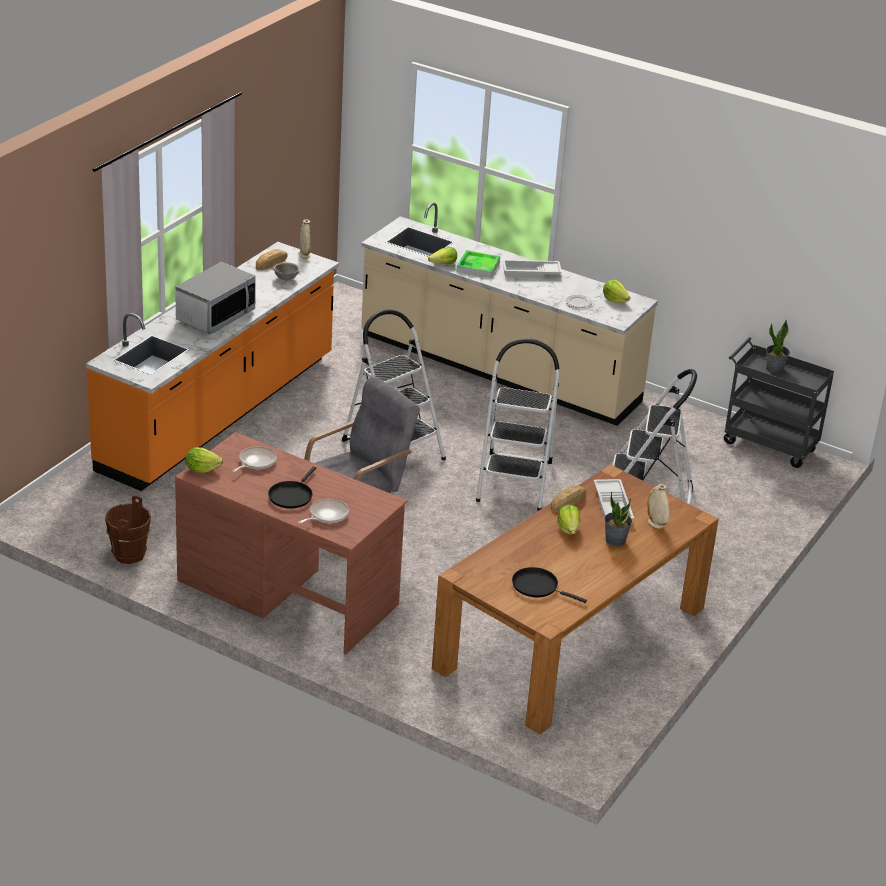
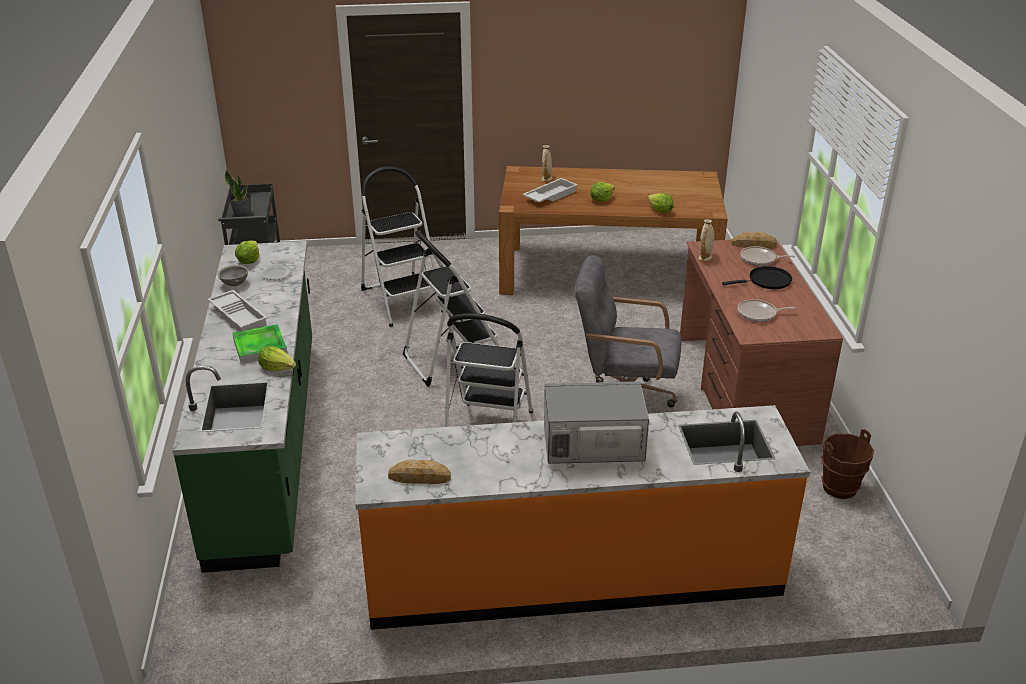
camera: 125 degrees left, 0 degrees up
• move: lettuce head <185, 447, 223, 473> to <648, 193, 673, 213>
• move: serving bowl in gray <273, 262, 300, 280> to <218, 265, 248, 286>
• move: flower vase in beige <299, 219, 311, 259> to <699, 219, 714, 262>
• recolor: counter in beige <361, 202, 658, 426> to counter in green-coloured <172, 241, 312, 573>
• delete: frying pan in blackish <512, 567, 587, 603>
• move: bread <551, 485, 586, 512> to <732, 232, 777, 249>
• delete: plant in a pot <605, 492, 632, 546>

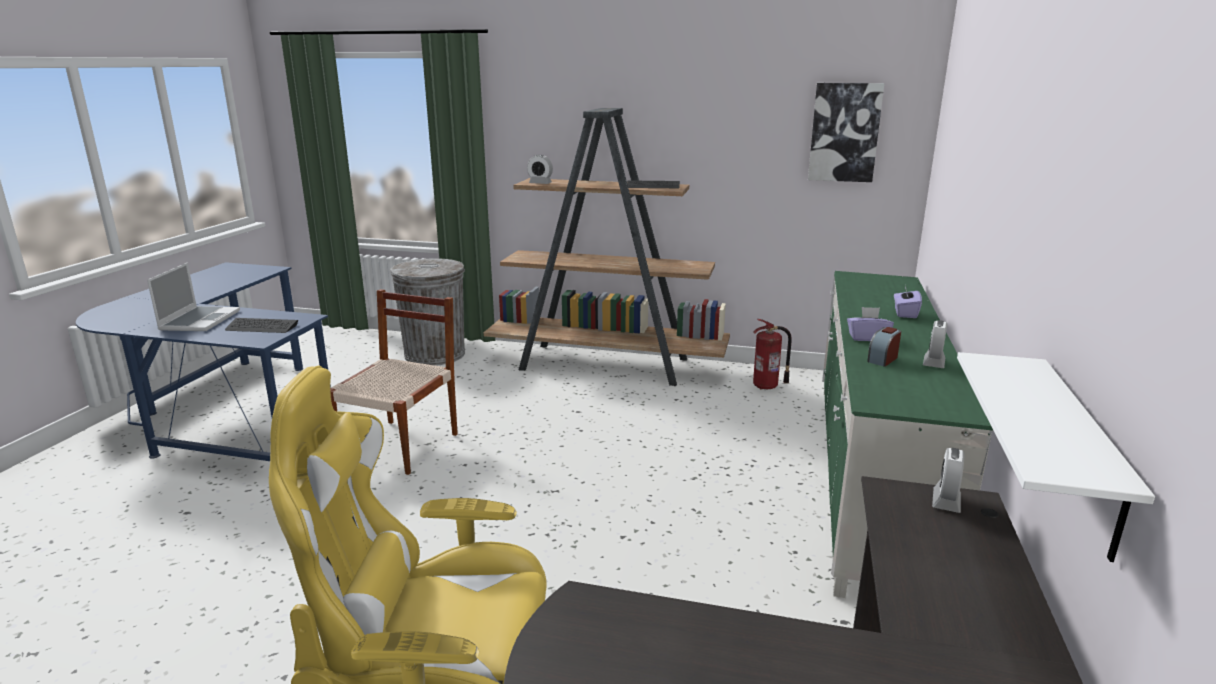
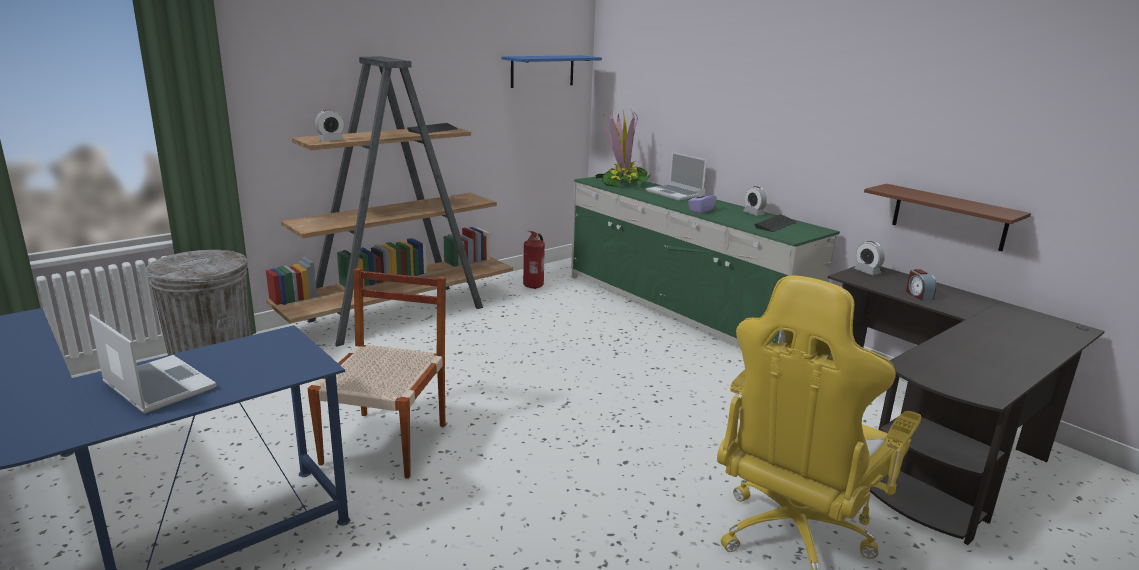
camera: 55 degrees left, 0 degrees up
• move: PC keyboard <225, 318, 298, 333> to <754, 214, 797, 232>
• rotate: upright chair <330, 289, 458, 475> = <308, 268, 446, 479> 45 degrees clockwise
• replace: wall art <808, 83, 884, 182> to shelf in blue <502, 55, 602, 88>
• move: bedside clock <867, 327, 901, 367> to <906, 269, 937, 301>
• replace: tissue box in purple-coloured <894, 285, 922, 318> to portable computer <646, 152, 707, 201>
• recolor: shelf in white-coloured <957, 352, 1155, 562> to shelf in brown-coloured <864, 184, 1031, 251>
• insert: plant in a pot <595, 108, 651, 187>

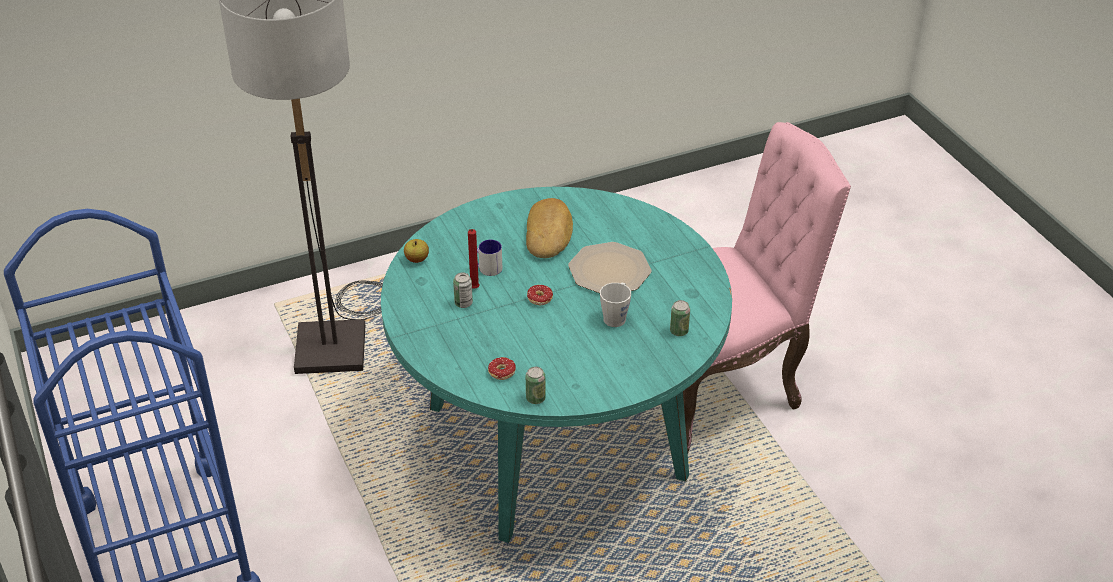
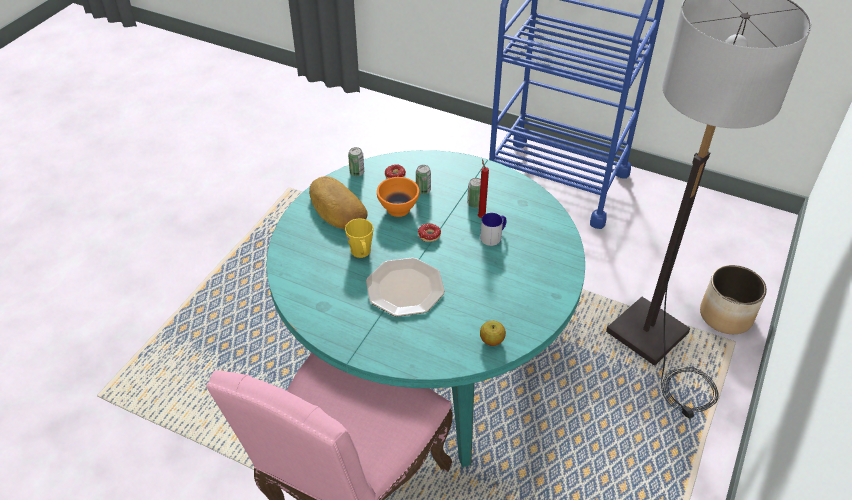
camera: 140 degrees right, 5 degrees up
• move: apple fruit <404, 239, 429, 263> to <480, 321, 506, 346>
• move: bread <526, 198, 573, 258> to <309, 176, 368, 229>
• recolor: tea mug in gray <600, 283, 631, 327> to tea mug in yellow-coloured <345, 218, 373, 258>
• move: can <670, 300, 690, 336> to <416, 165, 431, 194>
• insert: serving bowl in orange <377, 177, 419, 217>
• insert: planter <700, 265, 767, 334>

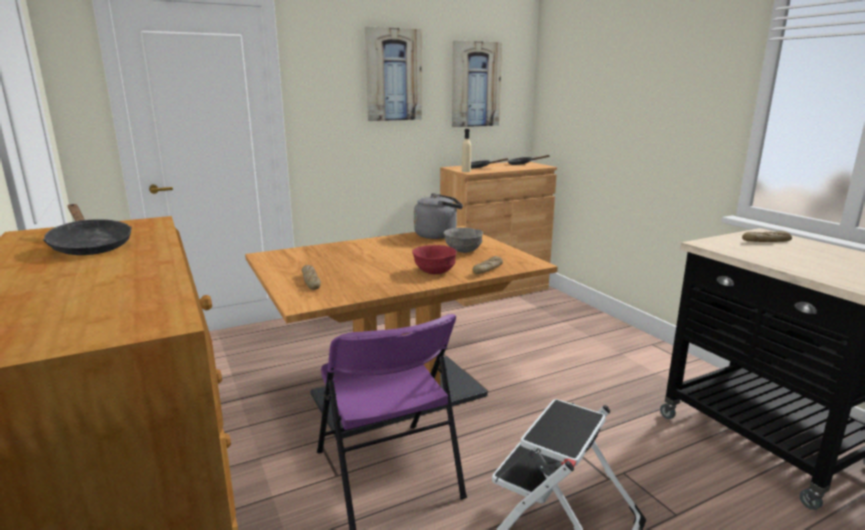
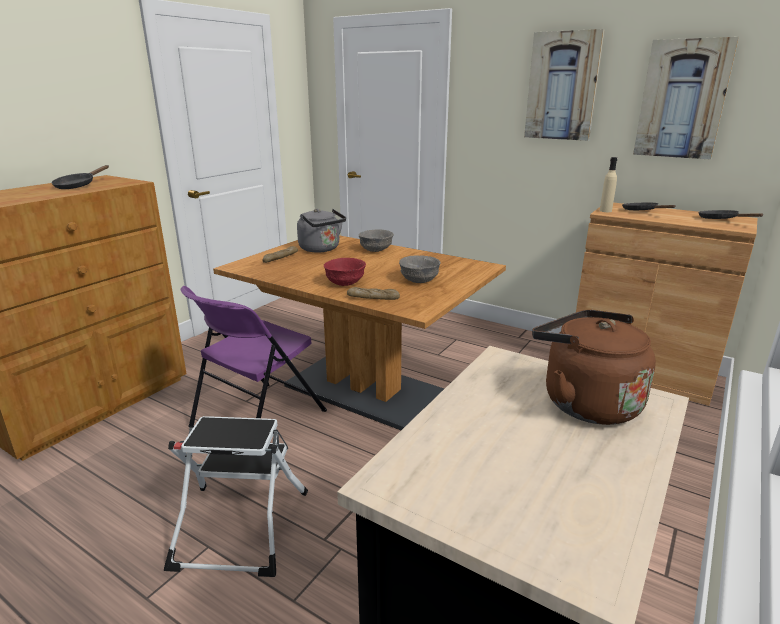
camera: 60 degrees right, 5 degrees up
• move: kettle in gray <414, 193, 463, 239> to <297, 209, 346, 252>
• replace: bread <742, 231, 792, 242> to kettle in brown-coloured <532, 310, 656, 425>
• insert: serving bowl in gray <359, 229, 394, 252>

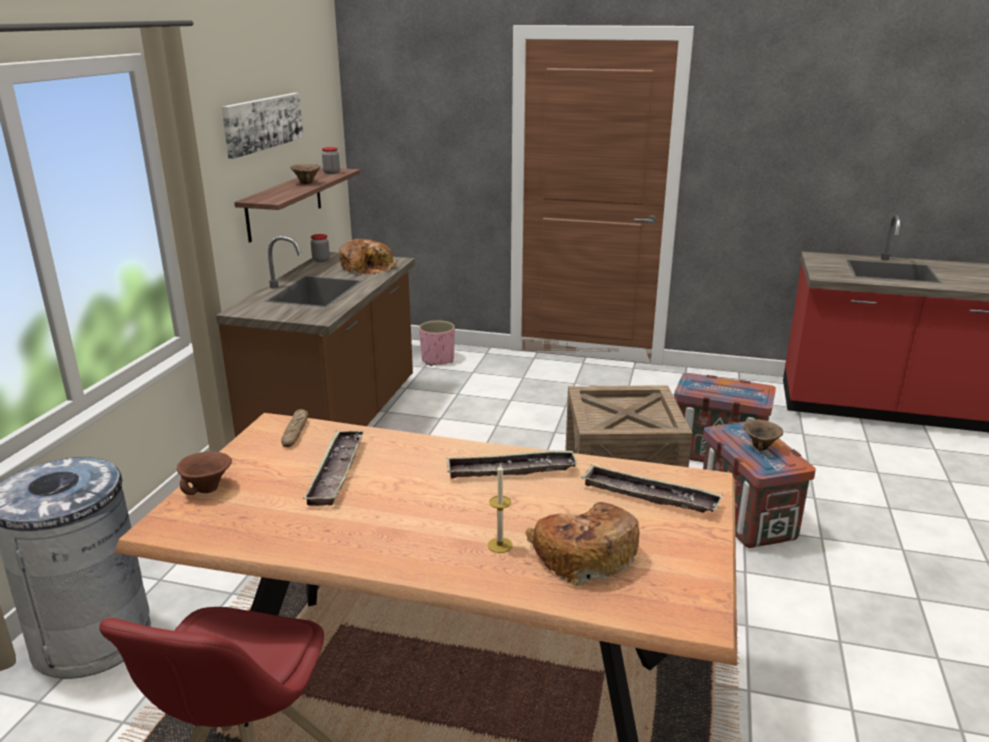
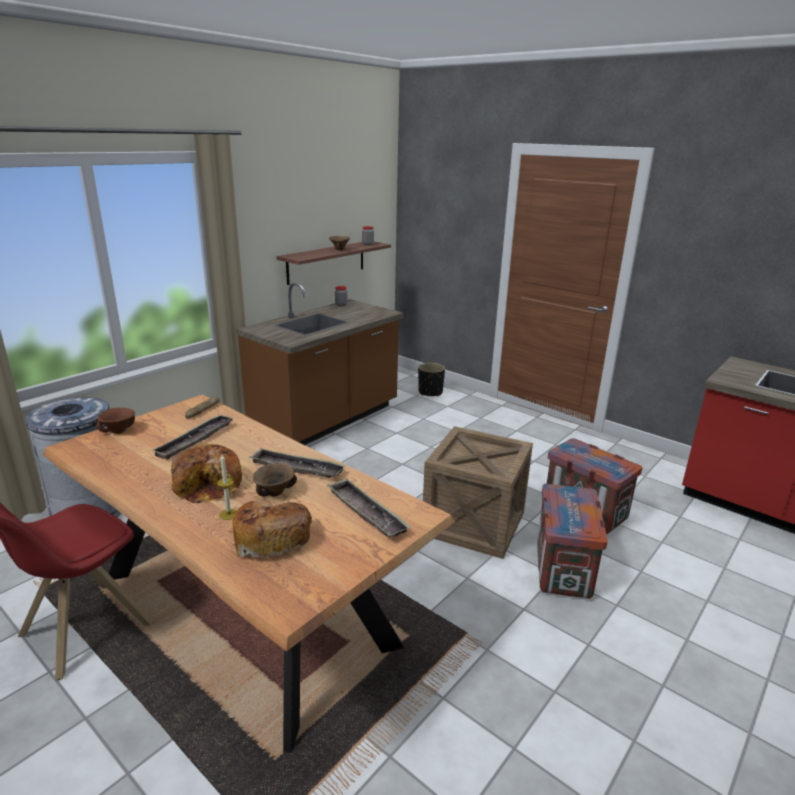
camera: 25 degrees right, 0 degrees up
• delete: wall art <222, 93, 303, 159>
• move: bread <339, 239, 397, 275> to <171, 444, 242, 504>
• recolor: planter in pink-coloured <419, 320, 455, 366> to planter in blackish <418, 363, 445, 397>
• move: serving bowl in brown-coloured <744, 419, 783, 452> to <253, 463, 297, 497>

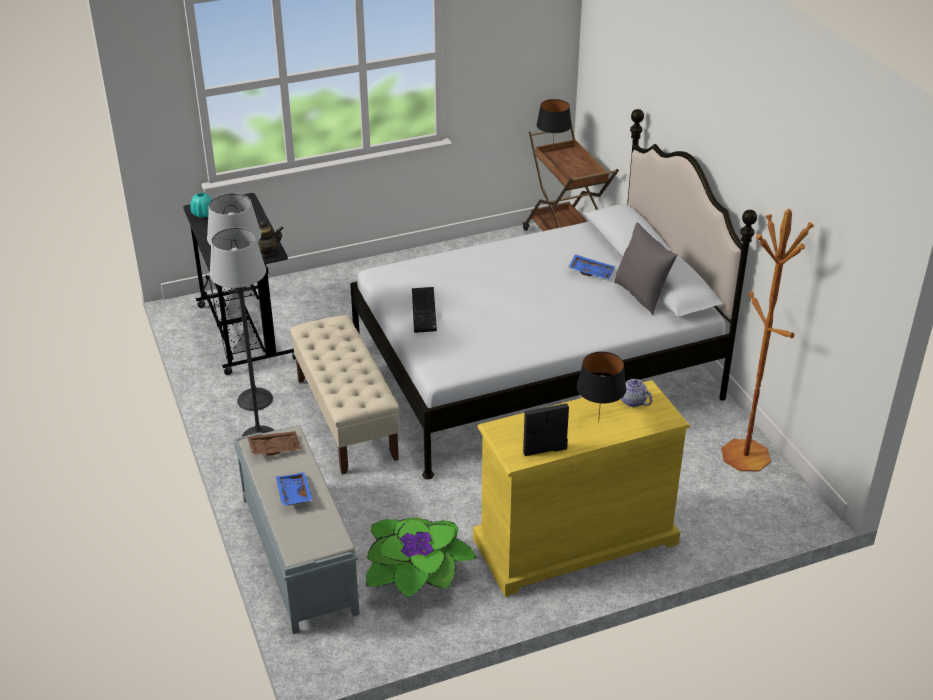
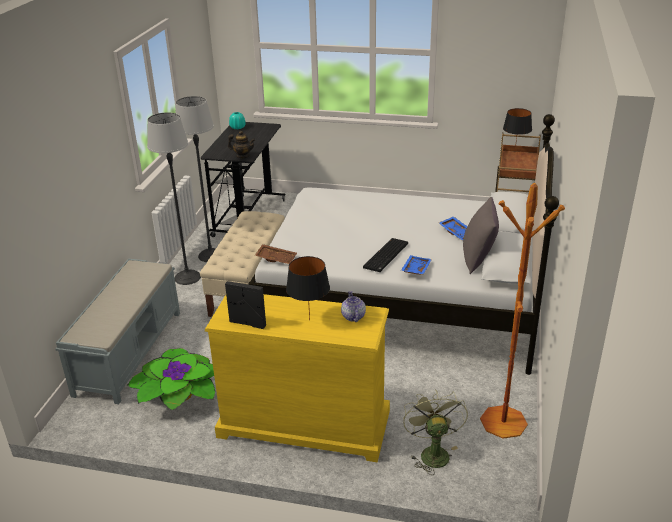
camera: 35 degrees right, 5 degrees down
• move: carrying tray in brown-coloured <247, 431, 301, 455> to <255, 244, 297, 264>
• move: carrying tray in blue <276, 472, 313, 506> to <401, 255, 432, 275>
• move: PC keyboard <412, 287, 437, 333> to <363, 238, 408, 272>
• insert: electric fan in green-coloured <403, 390, 468, 475>

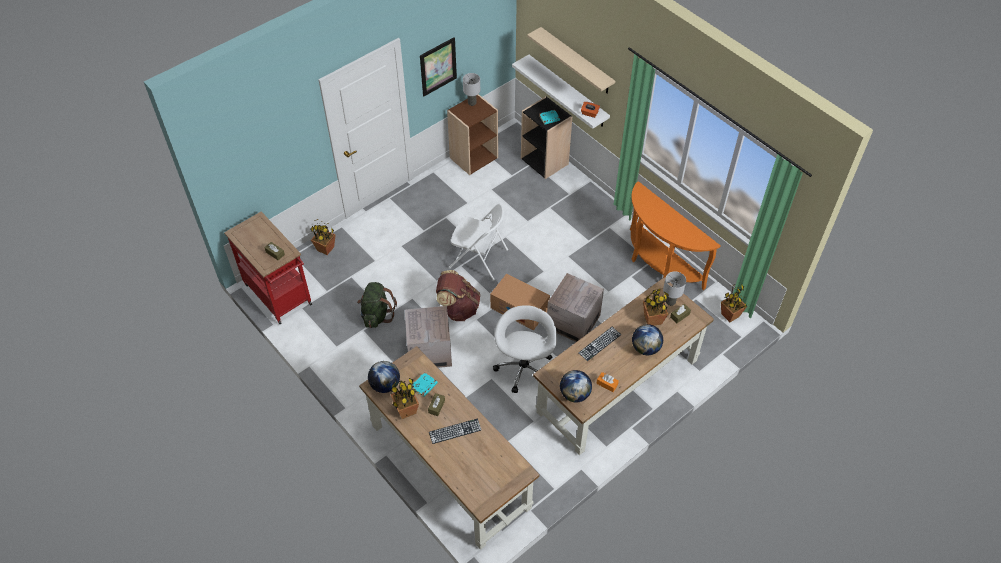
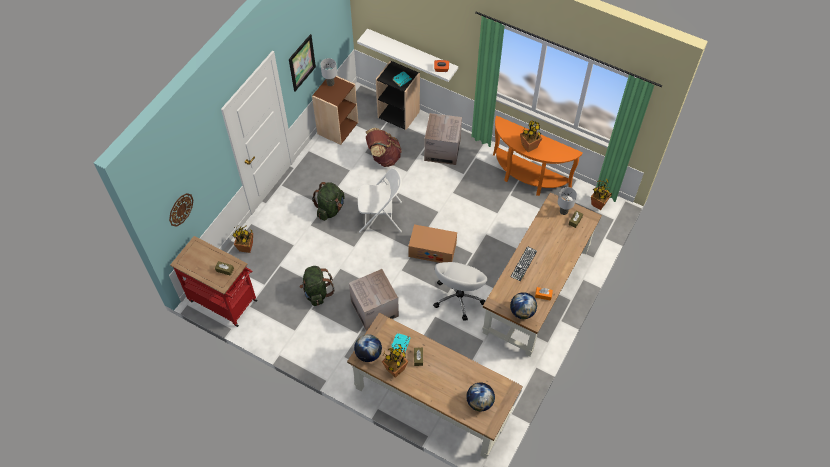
camera: 20 degrees left, 5 degrees up
• delete: PC keyboard <429, 419, 481, 444>
• move: rucksack in brown-coloured <436, 270, 480, 321> to <366, 128, 402, 167>
• rotate: desk chair in white-coloured <493, 305, 557, 393> = <433, 262, 487, 321> 150 degrees counterclockwise
• delete: shelf in beige <527, 27, 615, 94>
• move: carton <547, 273, 604, 342> to <424, 113, 462, 165>
• move: desk globe <632, 324, 663, 355> to <466, 383, 495, 411>
• move: plant in a pot <643, 289, 669, 326> to <520, 120, 542, 152>
• insert: wall clock <169, 193, 193, 227>
• insert: rucksack in green-coloured <312, 182, 345, 221>

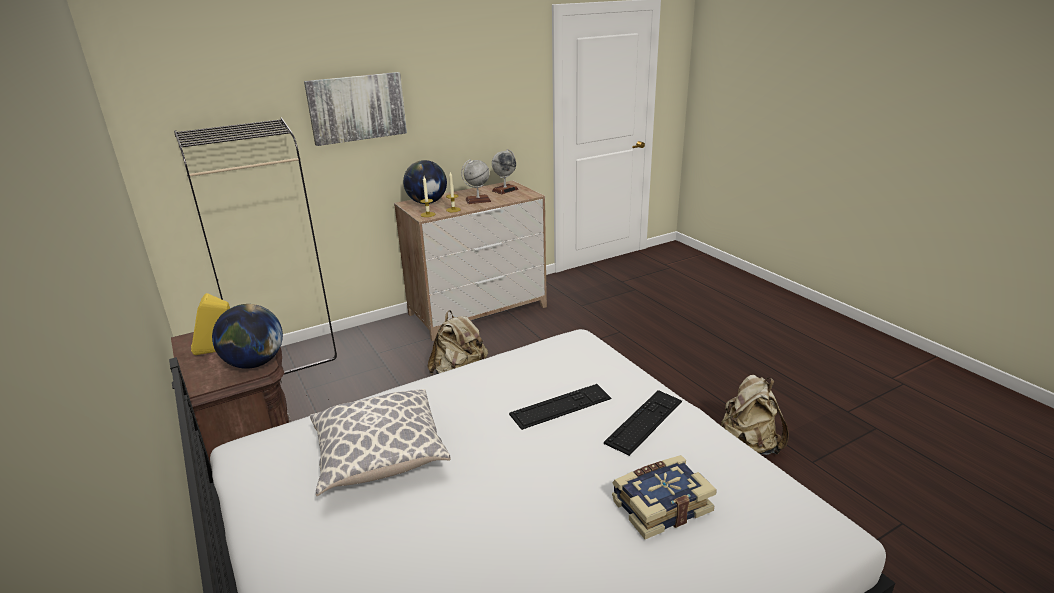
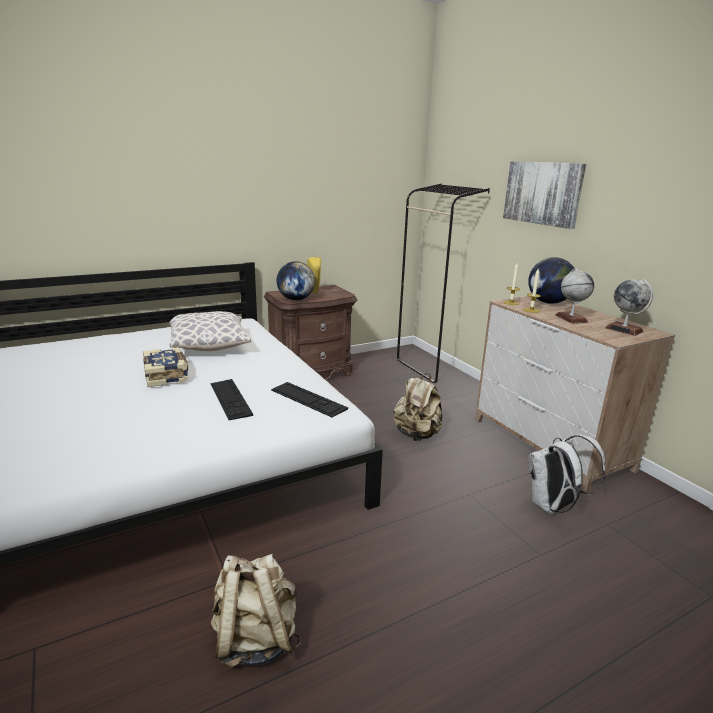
camera: 90 degrees right, 5 degrees down
• move: PC keyboard <604, 390, 682, 456> to <271, 382, 348, 417>
• move: volume <612, 455, 717, 539> to <143, 347, 188, 387>
• insert: rucksack in white-coloured <529, 434, 605, 514>

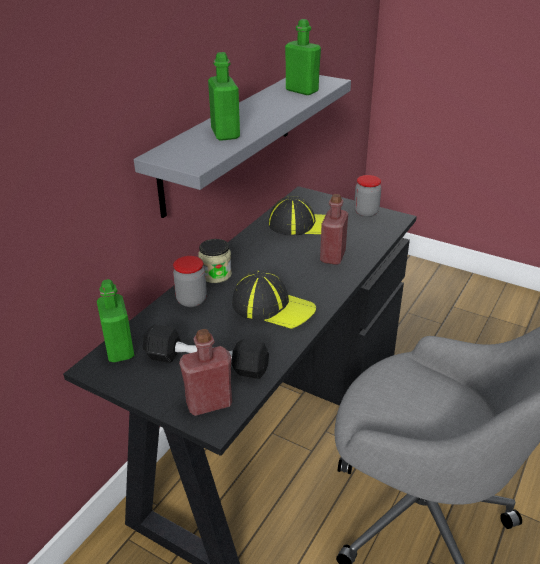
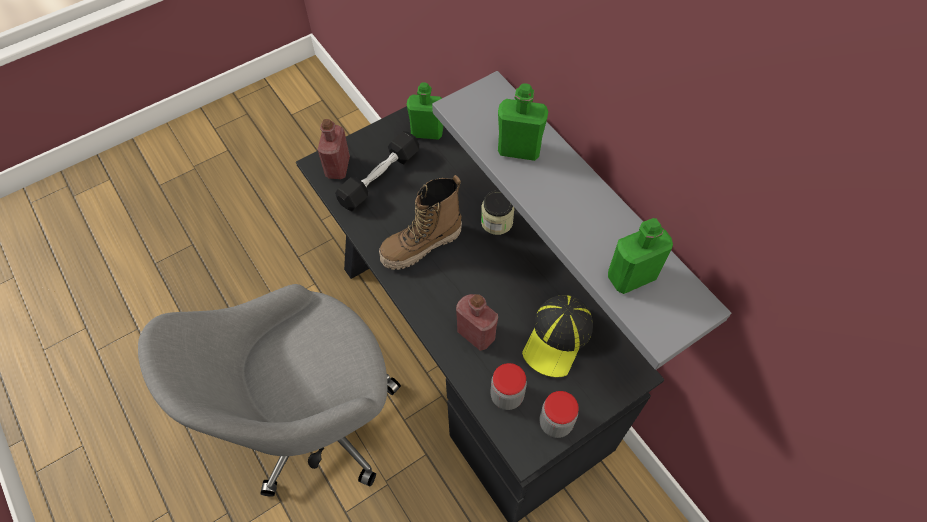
camera: 115 degrees right, 25 degrees up
• move: jar <173, 256, 207, 307> to <490, 363, 527, 410>
• replace: cap <232, 270, 316, 329> to high-top boot <379, 175, 462, 270>

